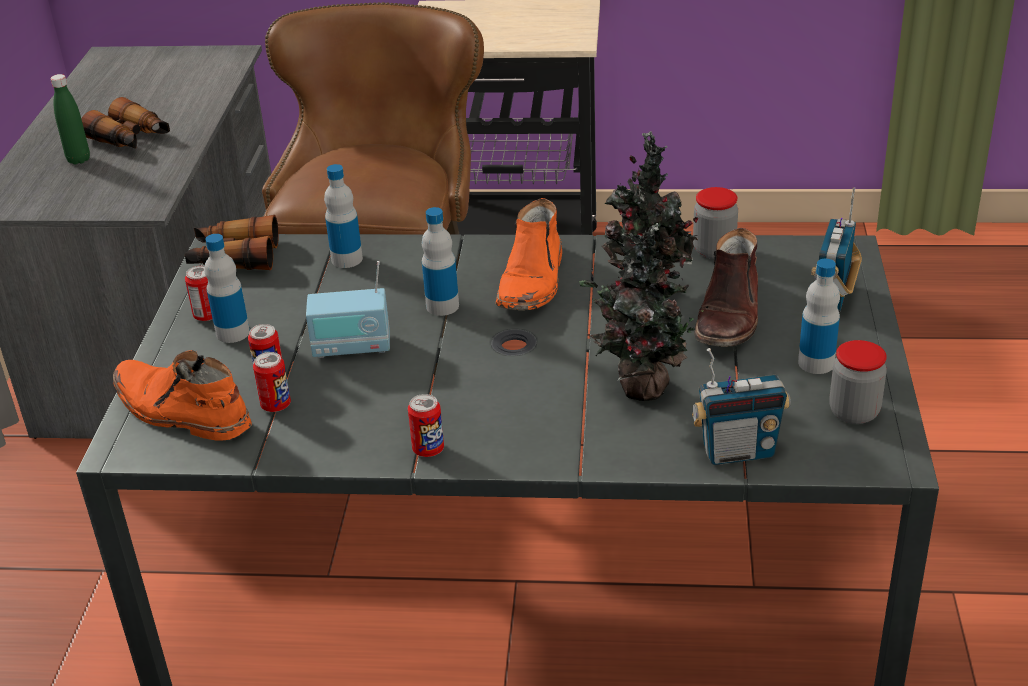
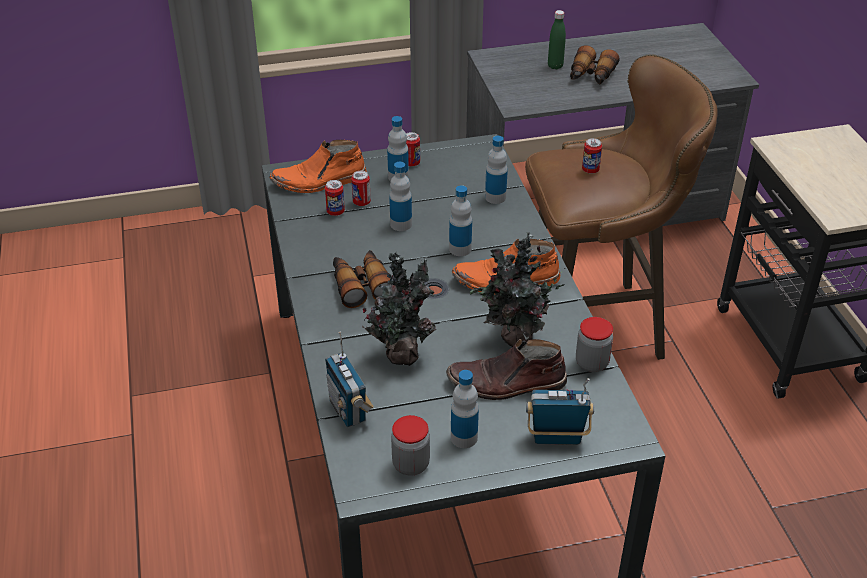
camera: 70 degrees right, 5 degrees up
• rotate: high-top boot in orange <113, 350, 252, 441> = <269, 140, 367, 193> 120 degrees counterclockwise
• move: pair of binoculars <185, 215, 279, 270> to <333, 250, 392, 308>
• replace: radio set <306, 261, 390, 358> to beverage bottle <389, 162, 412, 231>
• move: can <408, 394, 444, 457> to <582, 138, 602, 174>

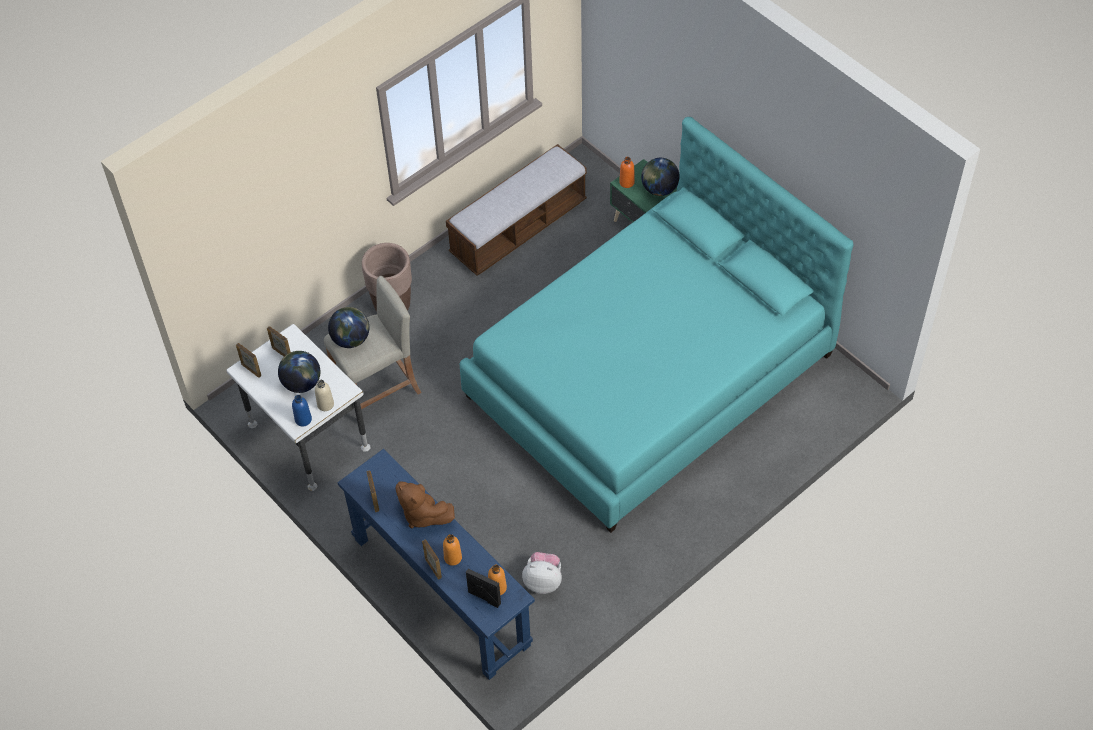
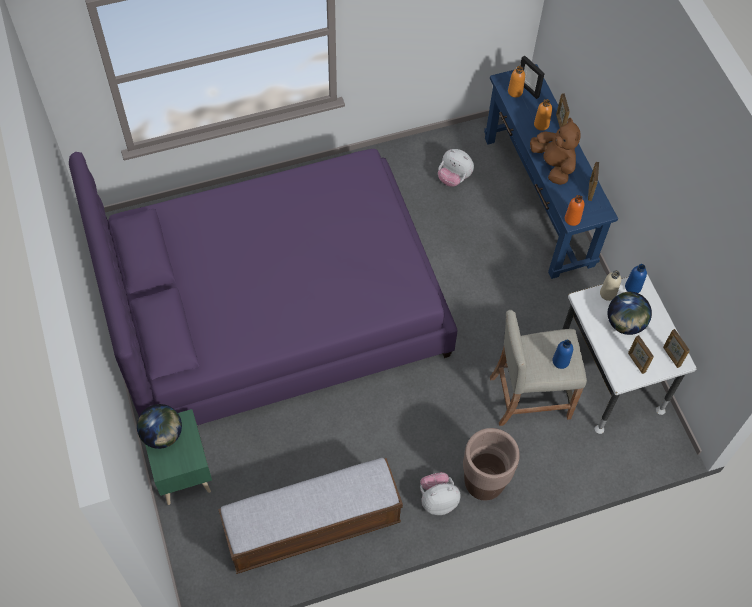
camera: 160 degrees left, 5 degrees up
• replace: desk globe <328, 307, 369, 348> to beverage bottle in blue <552, 340, 573, 369>
• recolor: bedroom bed in blue-green <460, 117, 854, 533> to bedroom bed in purple-coloured <69, 149, 457, 425>
• move: beverage bottle in orange <619, 157, 635, 188> to <565, 195, 584, 226>
• insert: plush toy <420, 472, 461, 515>

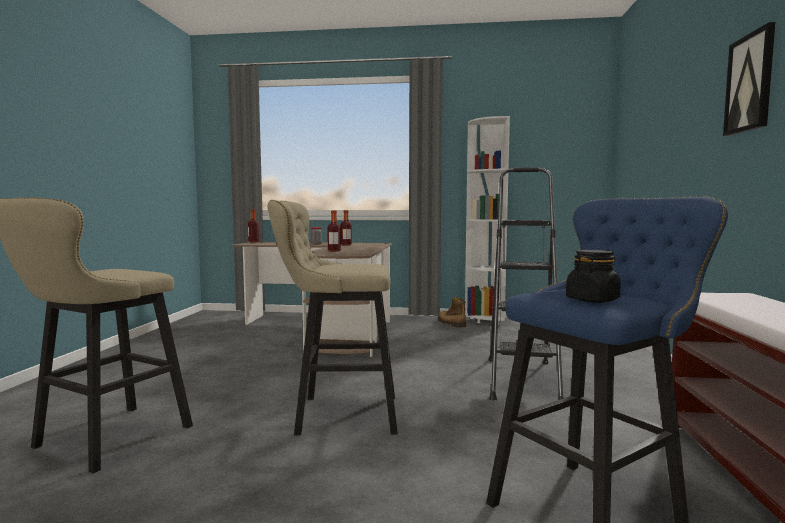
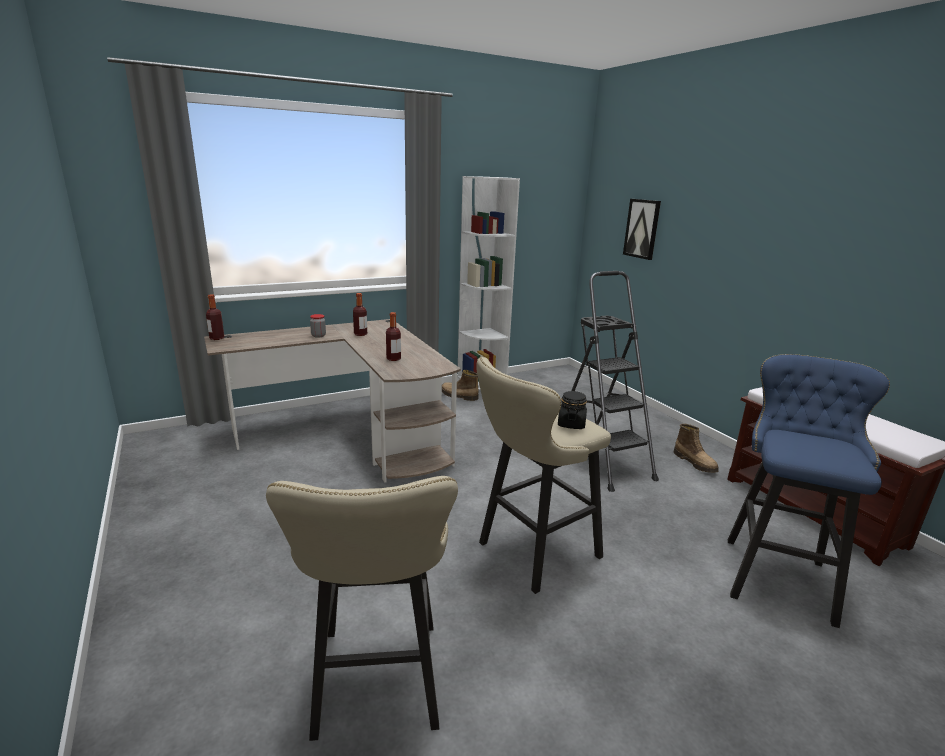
camera: 35 degrees left, 15 degrees up
• move: jar in blackish <566, 250, 621, 303> to <558, 391, 587, 429>
• move: wall art <723, 22, 775, 136> to <623, 199, 661, 260>
• insert: high-top boot <674, 423, 719, 473>

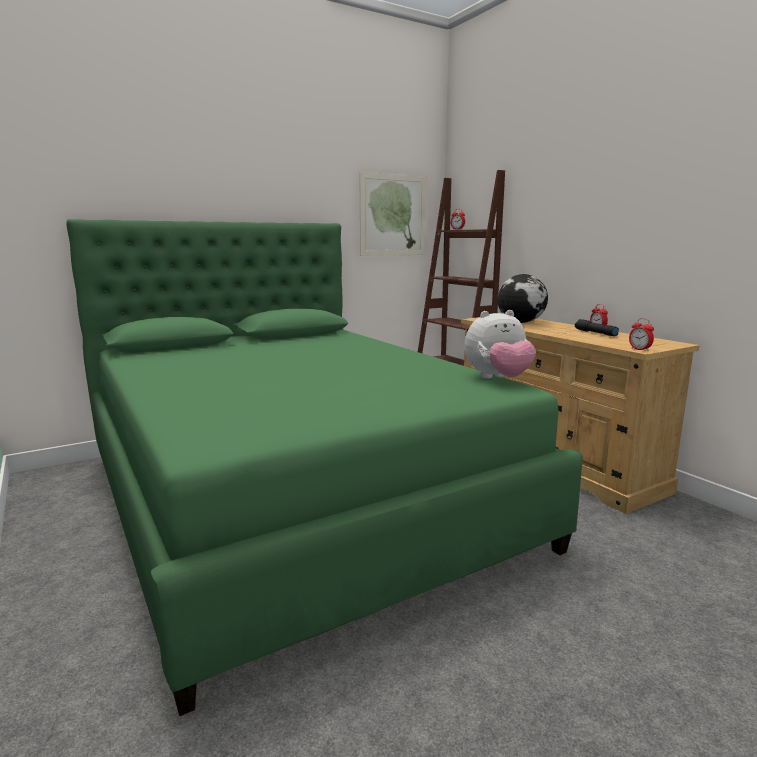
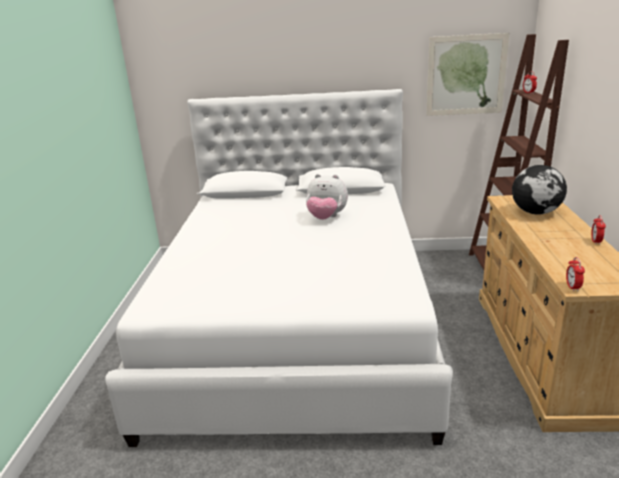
camera: 35 degrees right, 10 degrees up
• recolor: bedroom bed in green-coloured <66, 219, 583, 716> to bedroom bed in white-coloured <105, 89, 453, 447>
• move: plush toy <465, 310, 536, 379> to <306, 174, 348, 220>
• delete: torch in blackish <575, 319, 619, 336>

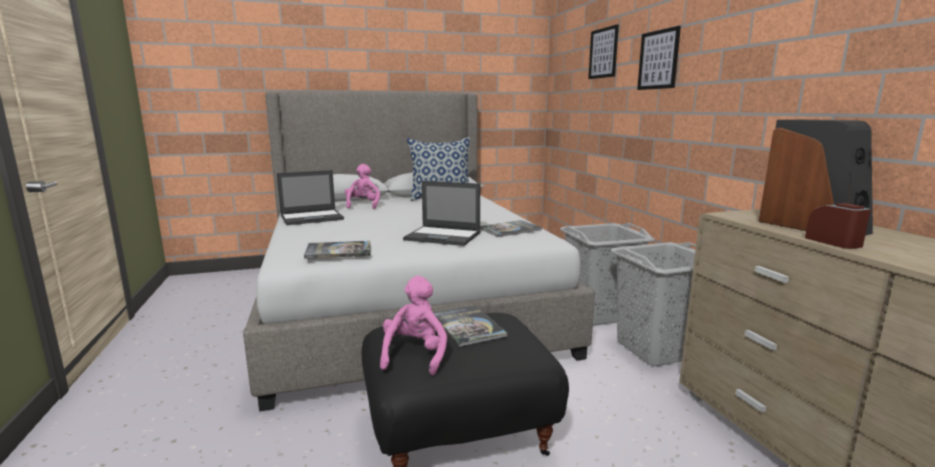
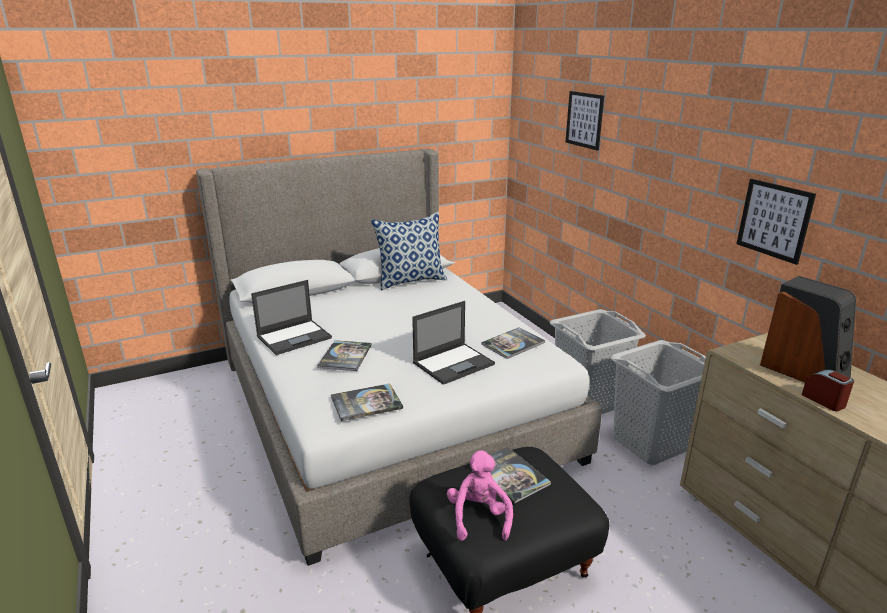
camera: 10 degrees left, 10 degrees up
• delete: plush toy in pink-coloured <345, 164, 380, 209>
• rotate: portable computer <403, 181, 480, 246> = <412, 301, 495, 385> 45 degrees counterclockwise
• move: wall art <637, 26, 681, 90> to <736, 179, 816, 265>
• insert: volume <317, 340, 371, 371>

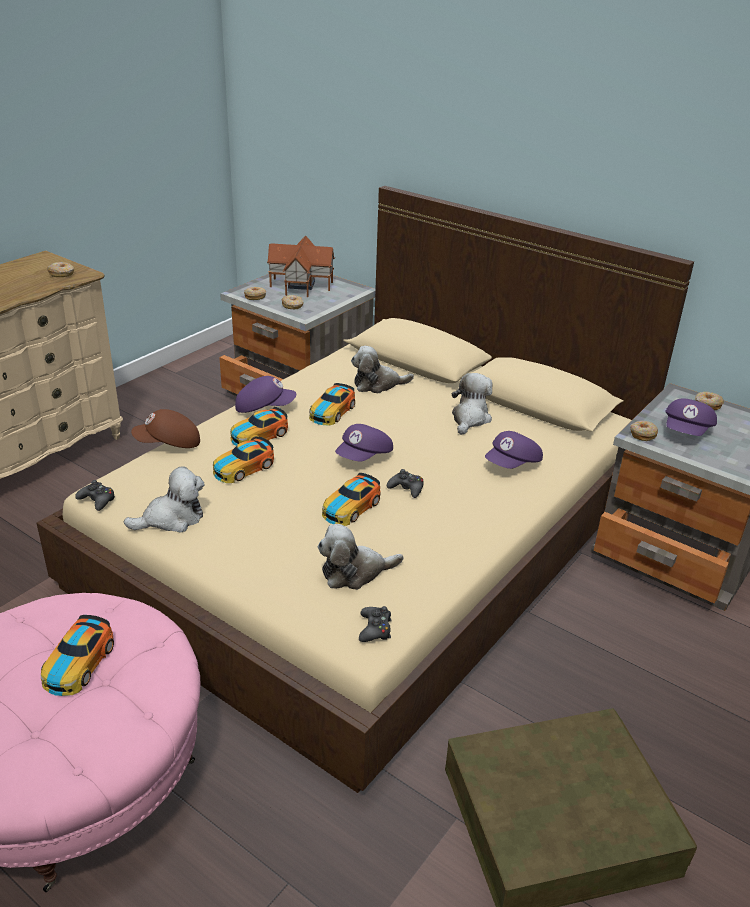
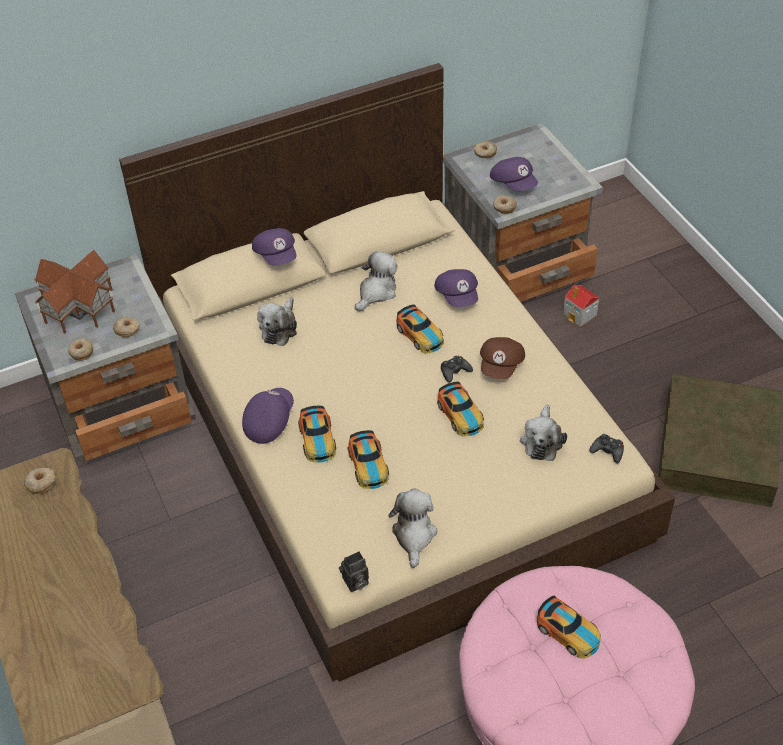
camera: 60 degrees left, 15 degrees up
• replace: game controller in blackish <75, 480, 115, 511> to still camera <339, 551, 369, 592>
• move: cap in brown-coloured <131, 409, 200, 448> to <480, 337, 525, 379>
• move: model car <309, 383, 355, 425> to <396, 304, 444, 354>
• move: cap in purple-coloured <335, 424, 393, 462> to <252, 228, 297, 265>
• rotate: plush toy <452, 373, 492, 435> = <355, 251, 398, 311> 75 degrees clockwise
• insert: toy house <563, 285, 599, 327>

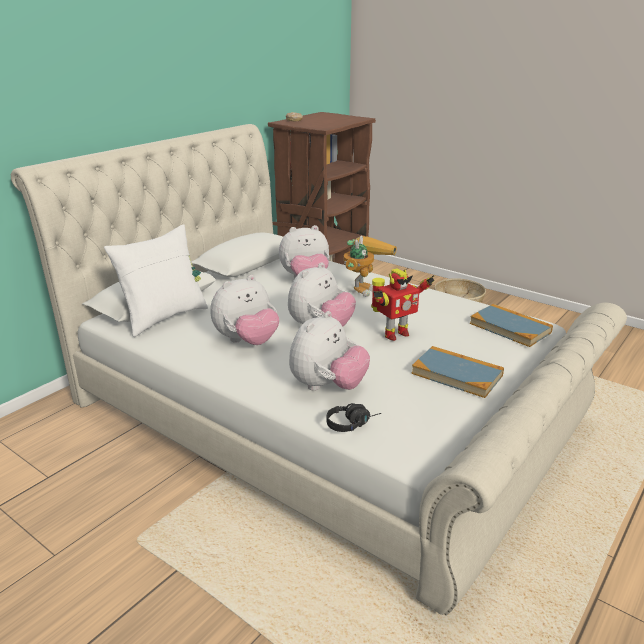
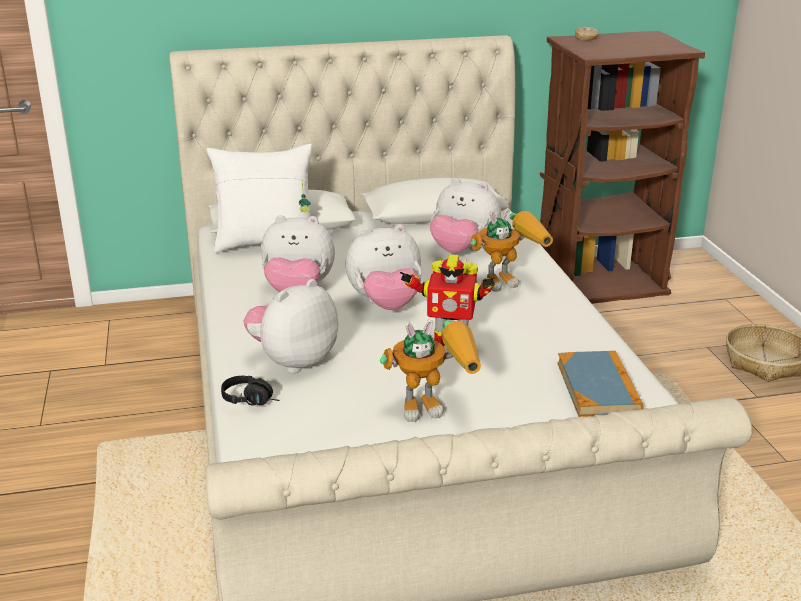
camera: 40 degrees right, 0 degrees up
• rotate: plush toy <289, 311, 370, 391> = <243, 279, 338, 373> 150 degrees clockwise
• replace: volume <411, 346, 504, 398> to robot figure <380, 319, 481, 422>

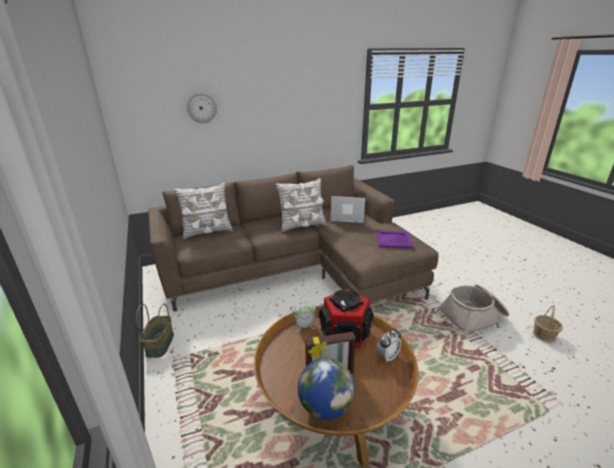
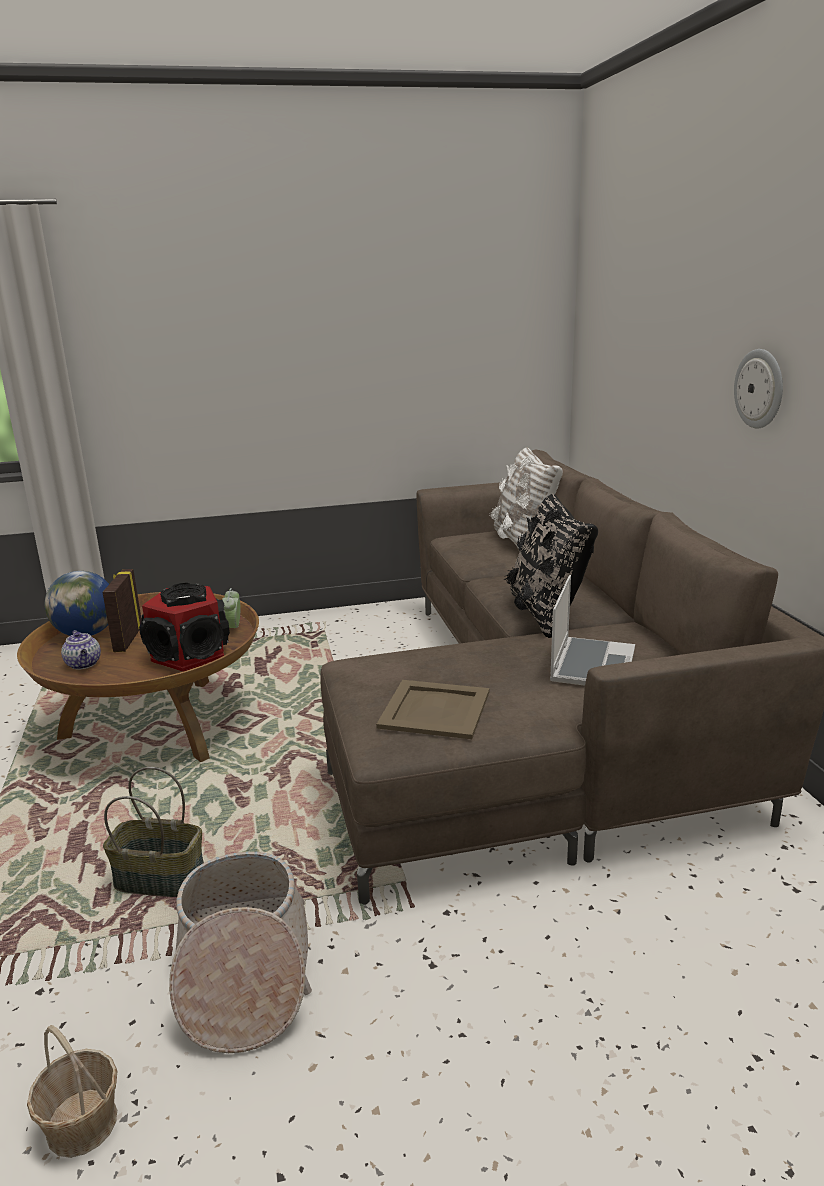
camera: 100 degrees right, 5 degrees down
• move: basket <136, 304, 174, 358> to <103, 767, 204, 897>
• move: wall clock <187, 92, 217, 123> to <734, 349, 783, 428>
• recolor: cushion in white-coloured <276, 179, 326, 232> to cushion in blackish <504, 494, 598, 638>
• recolor: carrying tray in purple-coloured <376, 231, 414, 248> to carrying tray in beige <376, 680, 489, 739>
• delete: bedside clock <376, 329, 401, 363>
• insert: pot for tea <61, 630, 101, 669>

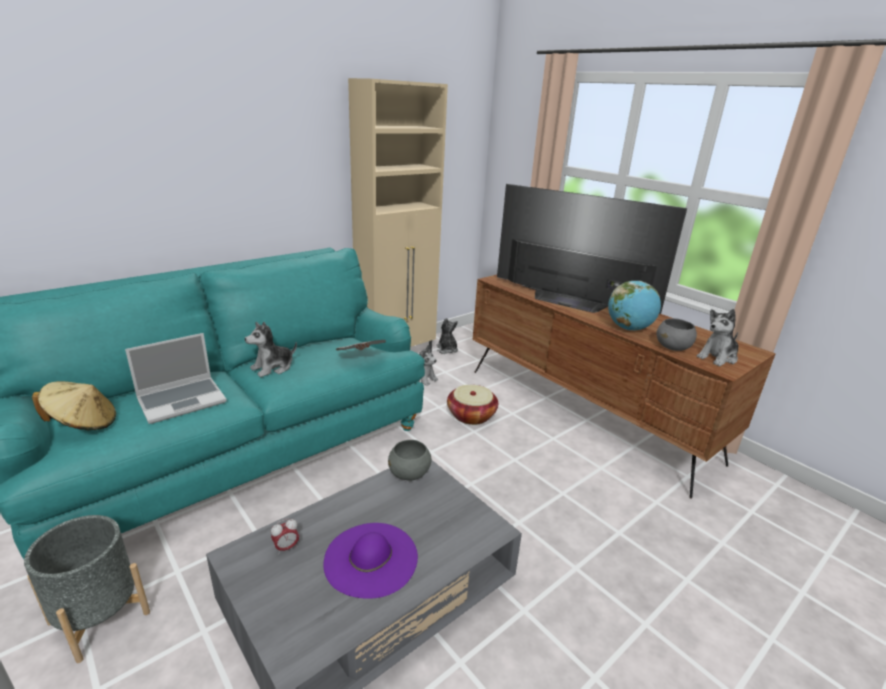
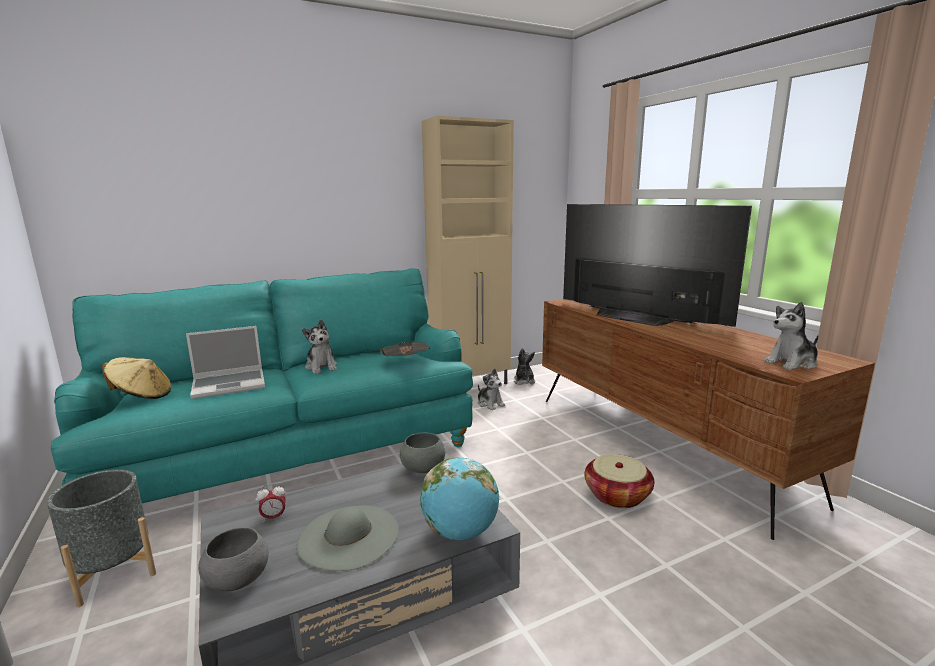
camera: 15 degrees right, 10 degrees down
• rotate: plush toy <245, 321, 297, 377> = <302, 319, 337, 374> 90 degrees counterclockwise
• recolor: wearable hat in purple-coloured <324, 523, 418, 599> to wearable hat in gray <297, 505, 399, 571>
• move: basket <447, 385, 498, 425> to <585, 454, 654, 508>
• move: desk globe <608, 281, 661, 330> to <420, 457, 499, 540>
• move: serving bowl in gray <656, 318, 697, 351> to <198, 527, 269, 591>

